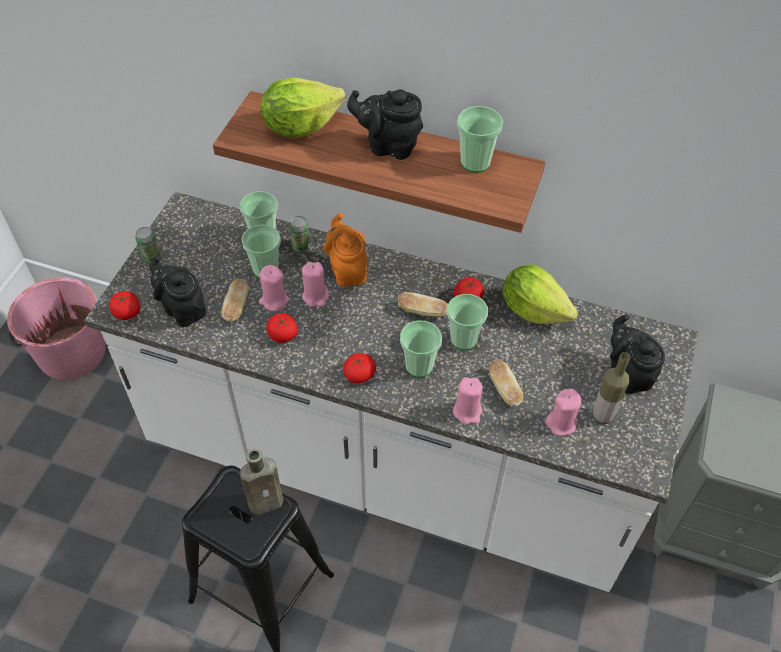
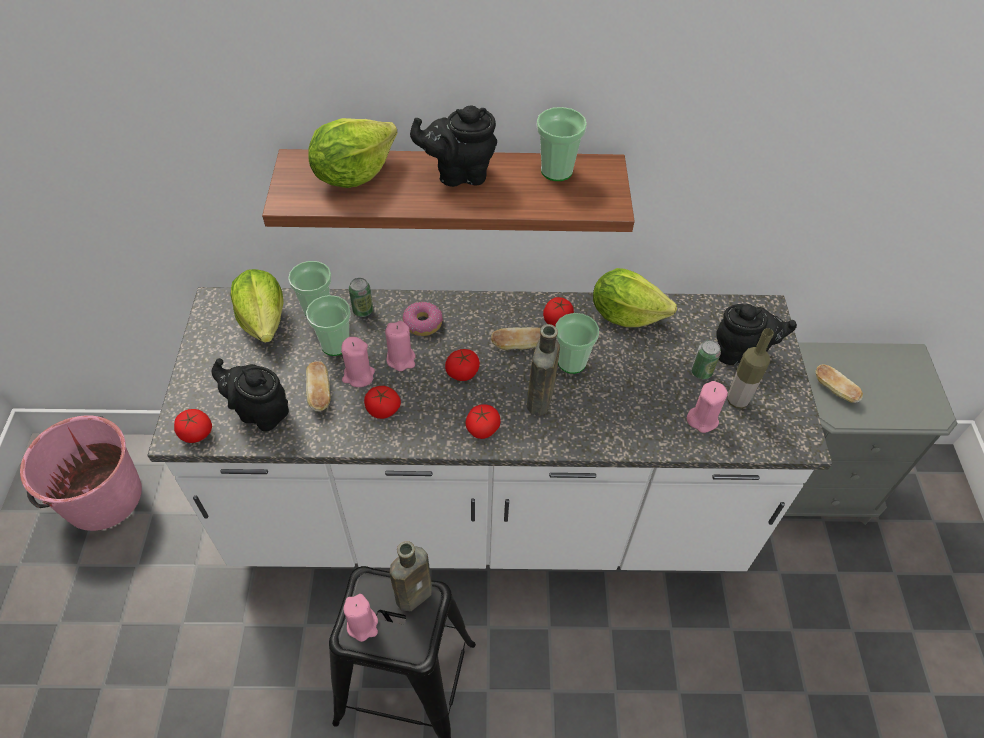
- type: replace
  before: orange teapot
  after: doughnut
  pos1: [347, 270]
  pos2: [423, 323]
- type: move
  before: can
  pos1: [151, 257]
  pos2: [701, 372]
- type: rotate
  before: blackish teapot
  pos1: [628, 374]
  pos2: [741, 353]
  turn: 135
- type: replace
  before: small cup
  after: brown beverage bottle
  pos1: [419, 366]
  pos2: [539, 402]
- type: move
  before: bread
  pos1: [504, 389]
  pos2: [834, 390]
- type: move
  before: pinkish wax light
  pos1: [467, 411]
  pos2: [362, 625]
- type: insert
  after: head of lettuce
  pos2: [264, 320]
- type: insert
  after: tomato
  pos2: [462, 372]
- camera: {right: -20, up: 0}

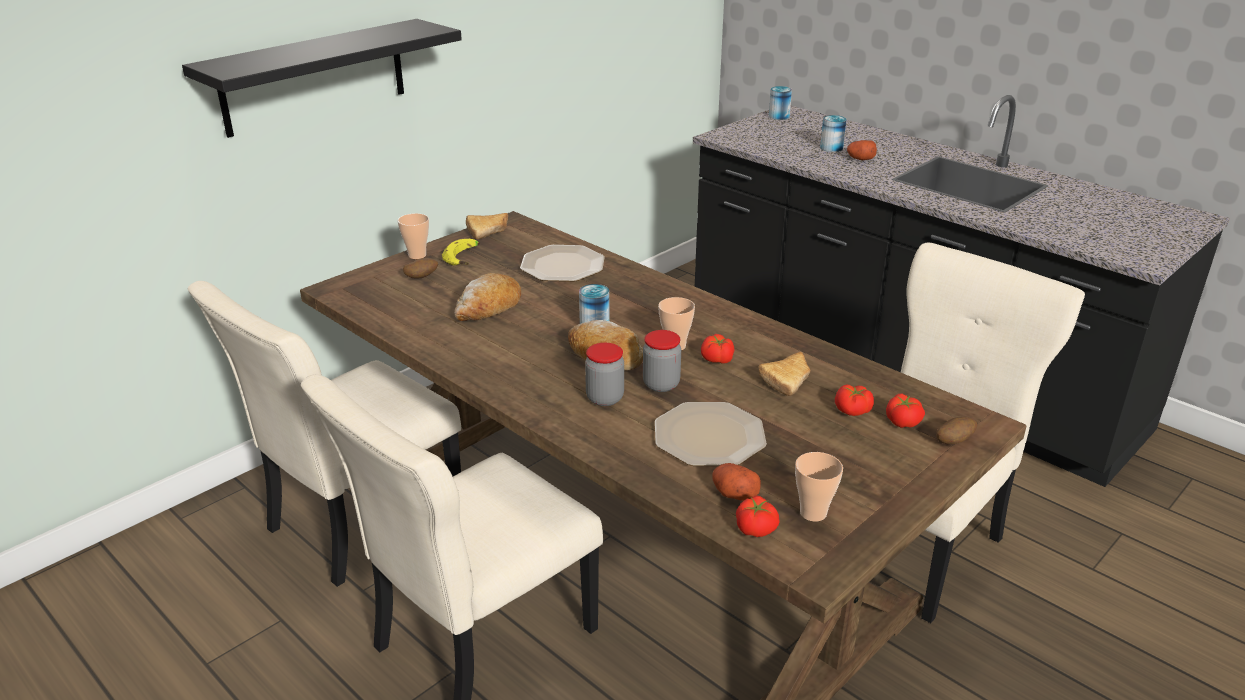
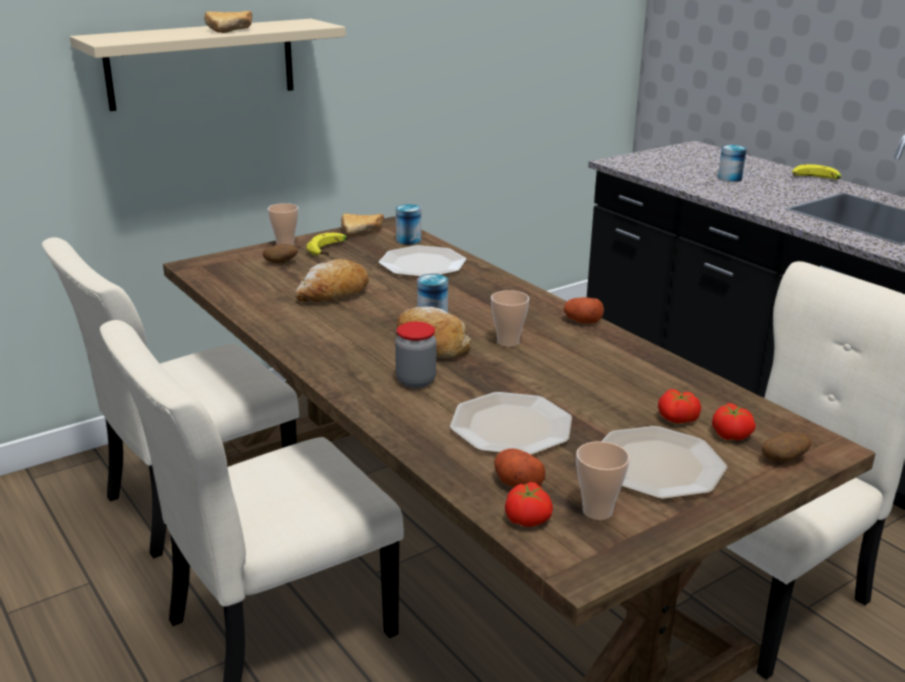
- type: recolor
  before: blackish bracket shelf
  after: beige-coloured bracket shelf
  pos1: [314, 77]
  pos2: [202, 63]
- type: move
  before: can
  pos1: [779, 116]
  pos2: [408, 240]
- type: move
  before: whole potato
  pos1: [860, 159]
  pos2: [582, 321]
- type: delete
  before: preserve jar
  pos1: [661, 384]
- type: delete
  before: tomato
  pos1: [717, 359]
- type: move
  before: bread
  pos1: [788, 380]
  pos2: [232, 30]
- type: insert
  after: banana
  pos2: [815, 180]
- type: insert
  after: dinner plate
  pos2: [656, 465]
- camera: {right: 10, up: -5}

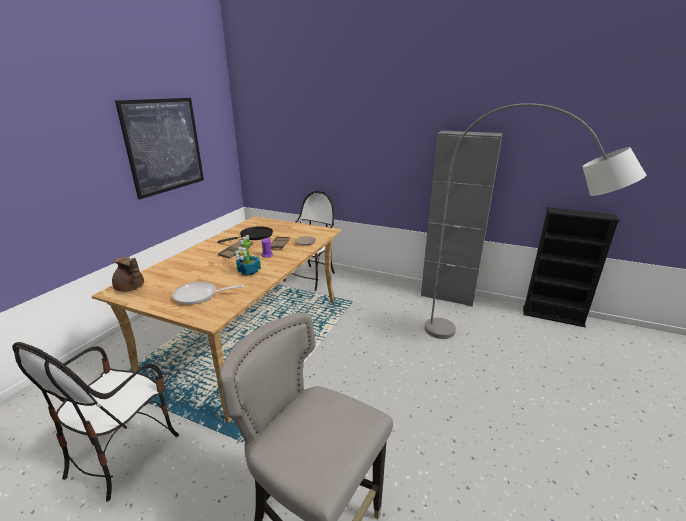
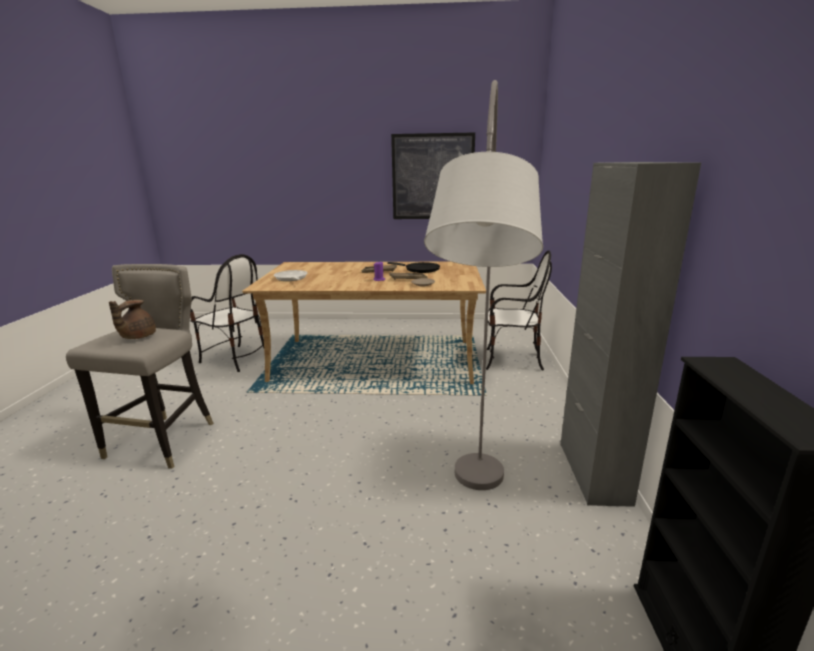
- type: delete
  before: potted plant
  pos1: [248, 271]
- type: move
  before: brown teapot
  pos1: [130, 288]
  pos2: [137, 337]
- type: rotate
  before: plain chair
  pos1: [123, 452]
  pos2: [235, 359]
  turn: -150
- camera: {right: 70, up: -5}

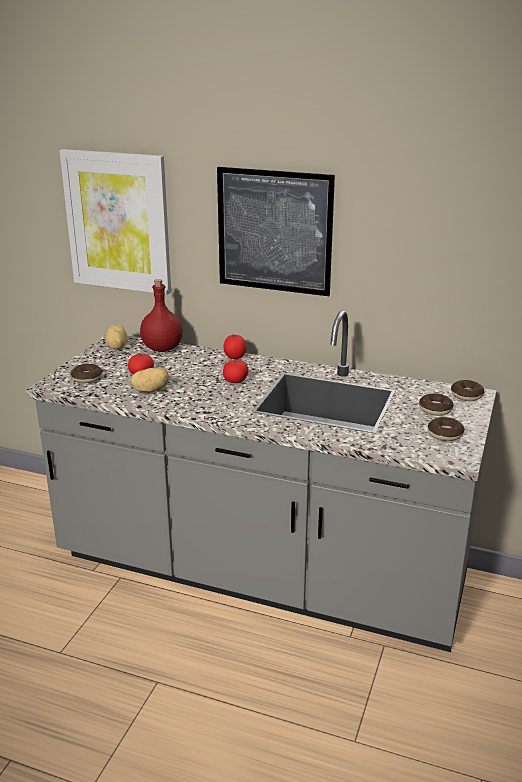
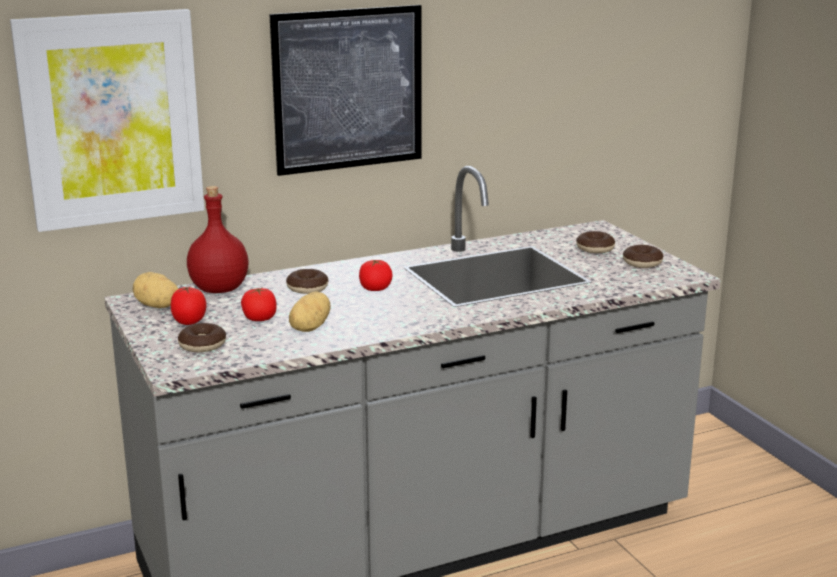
- type: move
  before: tomato
  pos1: [234, 358]
  pos2: [189, 323]
- type: move
  before: doughnut
  pos1: [466, 395]
  pos2: [307, 288]
- camera: {right: -45, up: -5}

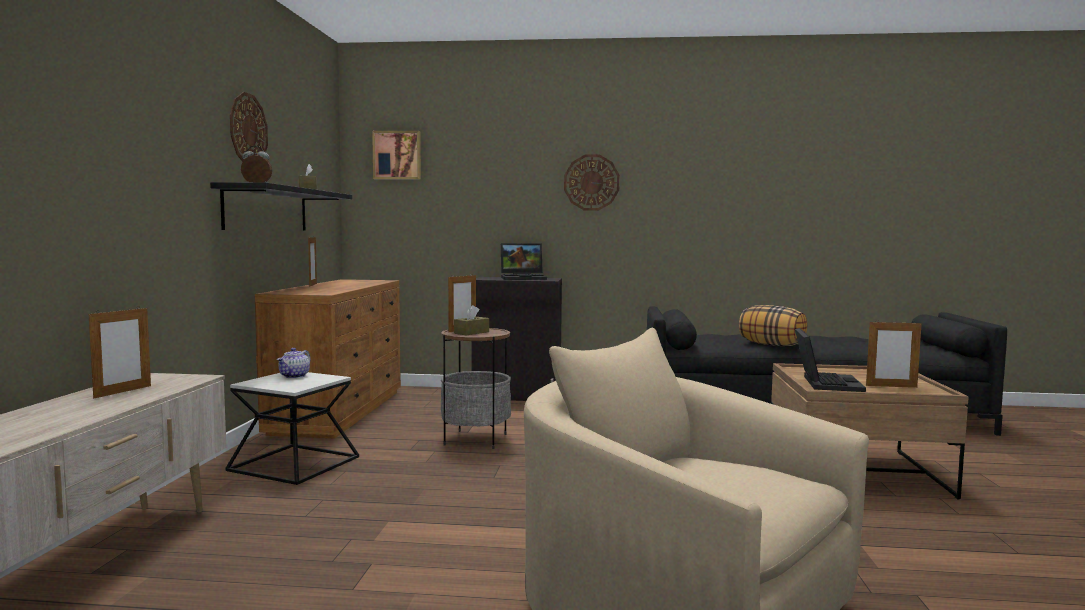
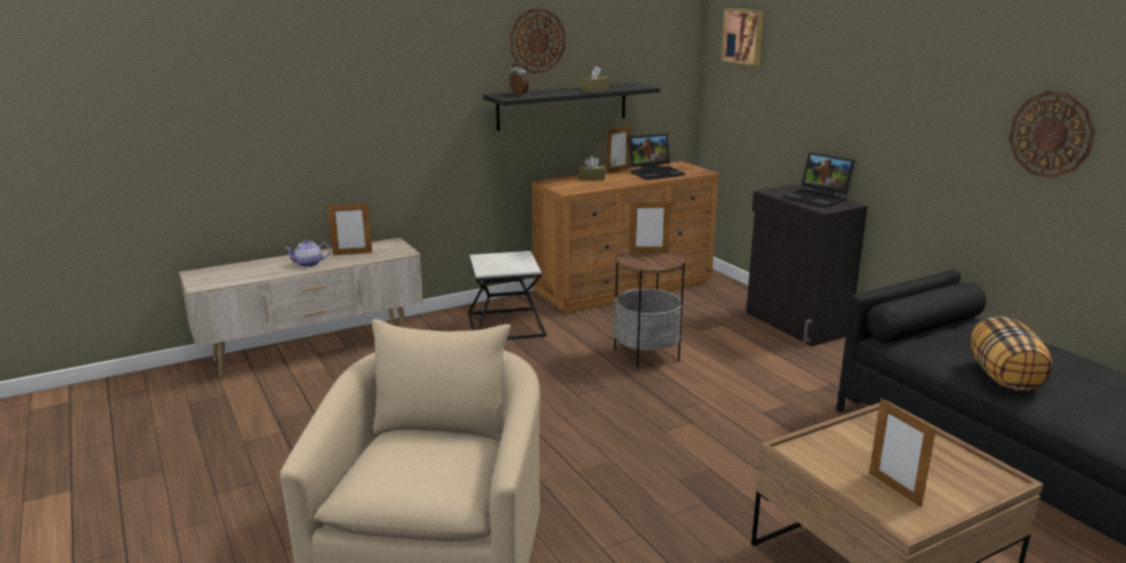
- type: move
  before: clock on the wall
  pos1: [591, 182]
  pos2: [1051, 134]
- type: move
  before: brown tissue box
  pos1: [471, 332]
  pos2: [591, 178]
- type: move
  before: portable computer
  pos1: [824, 383]
  pos2: [656, 172]
- type: move
  before: teapot
  pos1: [294, 376]
  pos2: [308, 264]
- camera: {right: 55, up: 15}

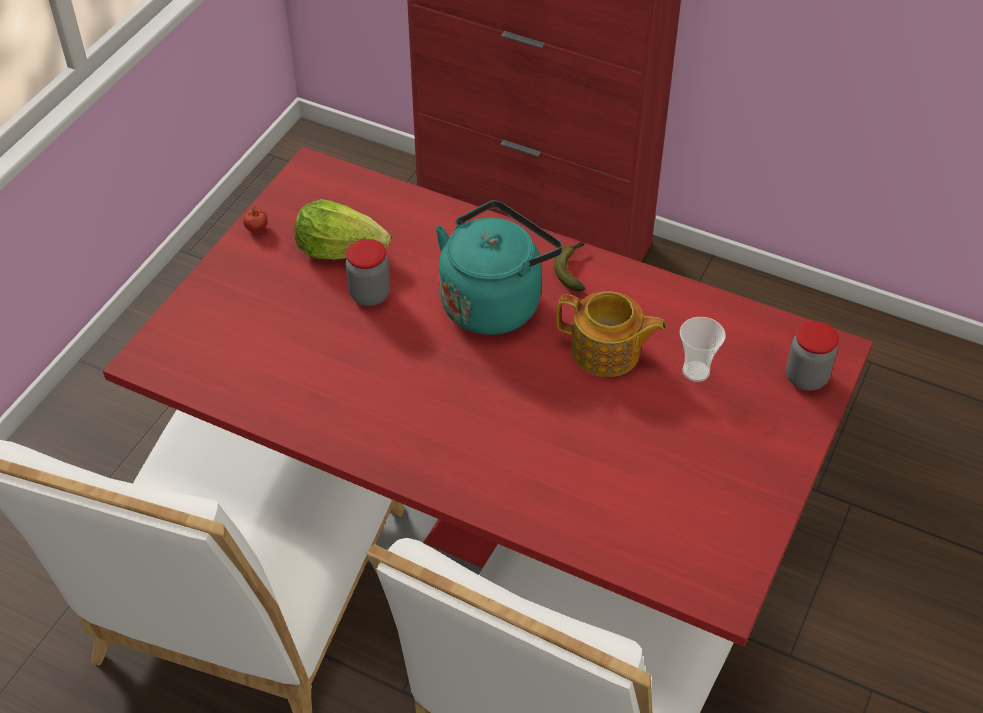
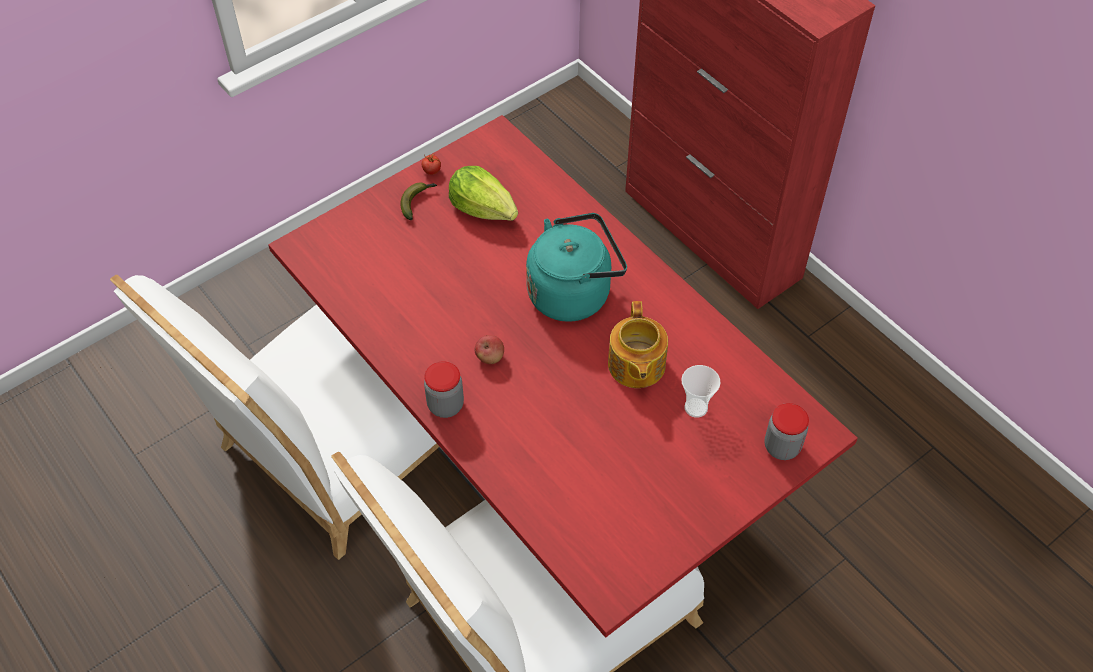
- type: move
  before: preserve jar
  pos1: [370, 294]
  pos2: [445, 405]
- type: move
  before: banana
  pos1: [572, 269]
  pos2: [417, 202]
- type: rotate
  before: teapot
  pos1: [607, 352]
  pos2: [635, 366]
  turn: 45
- type: insert
  after: apple fruit
  pos2: [490, 357]
- camera: {right: 25, up: 5}

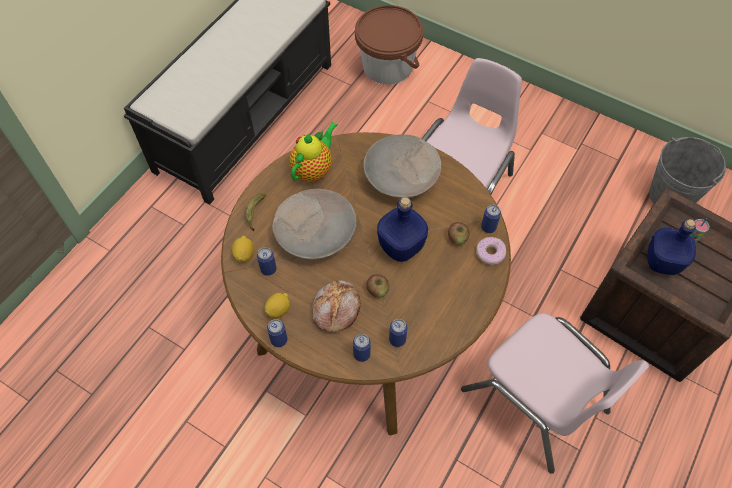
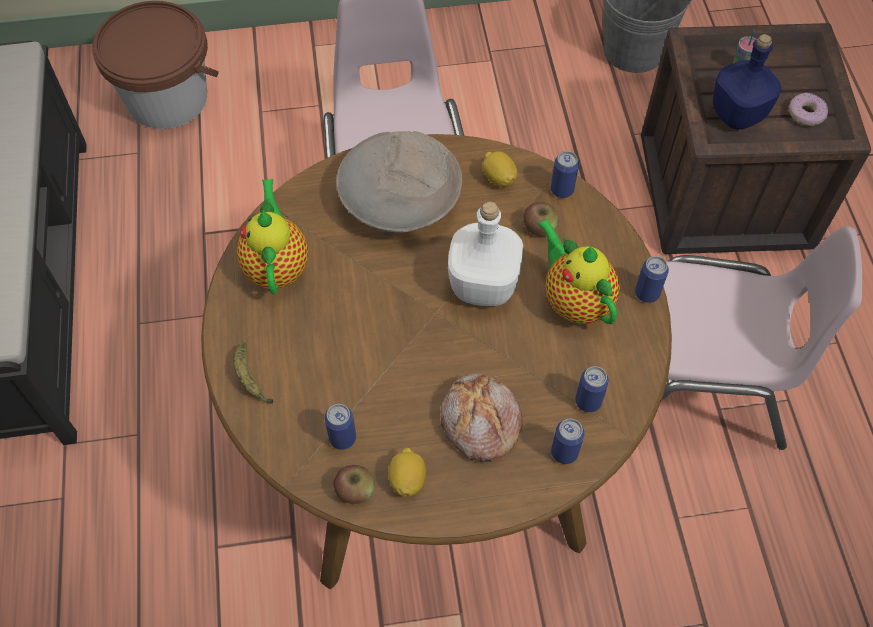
- type: delete
  before: beige-coloured serving bowl
  pos1: [316, 234]
- type: recolor
  before: blue beverage bottle
  after: white-coloured beverage bottle
  pos1: [400, 247]
  pos2: [483, 287]
- type: move
  before: lemon
  pos1: [244, 254]
  pos2: [498, 178]
- type: move
  before: doughnut
  pos1: [490, 253]
  pos2: [806, 114]
- type: move
  before: apple fruit
  pos1: [377, 290]
  pos2: [355, 491]
- type: move
  before: can
  pos1: [279, 340]
  pos2: [647, 293]
- type: insert
  after: teapot
  pos2: [575, 300]
- camera: {right: -40, up: 0}

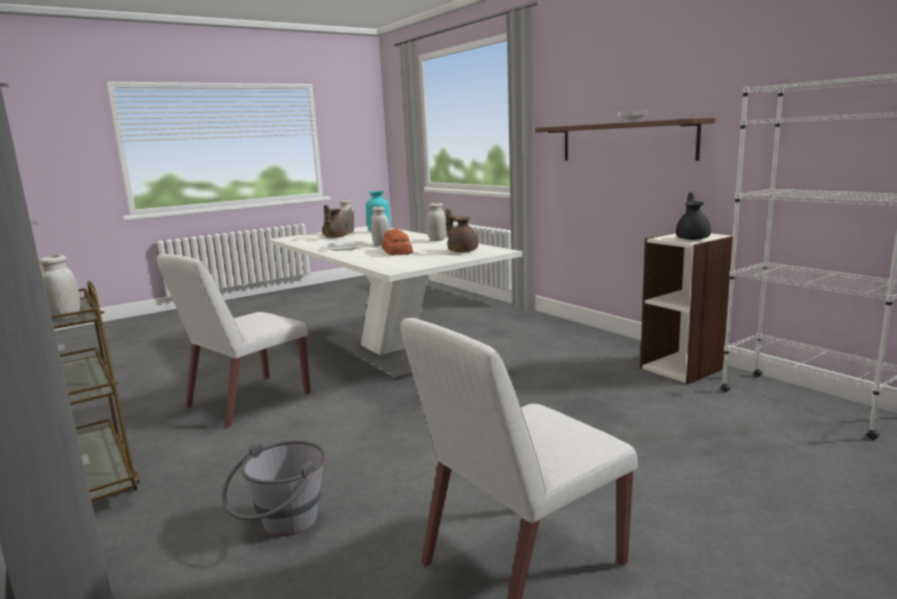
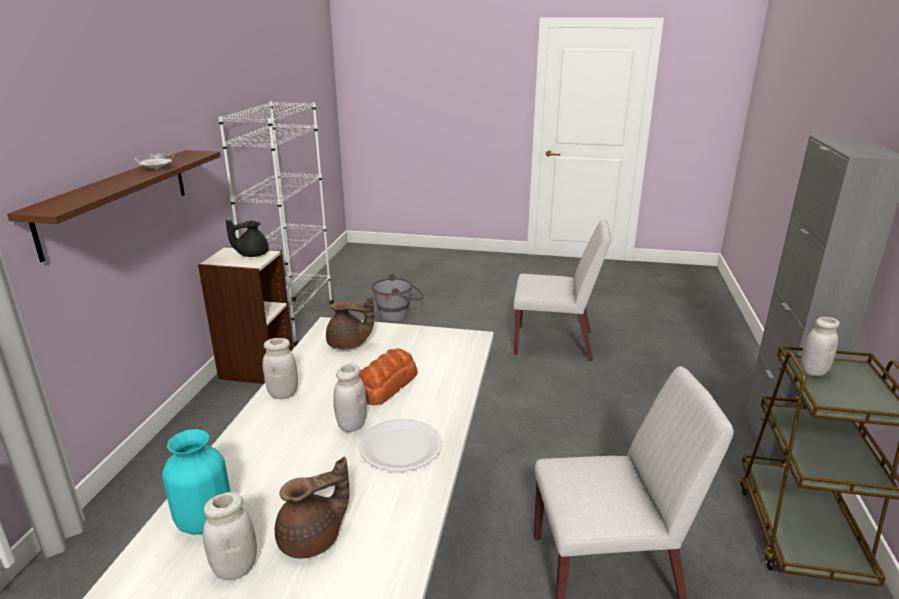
- type: rotate
  before: brown teapot
  pos1: [462, 251]
  pos2: [348, 344]
  turn: -90
- type: move
  before: gray pail
  pos1: [282, 526]
  pos2: [399, 315]
- camera: {right: -135, up: 10}

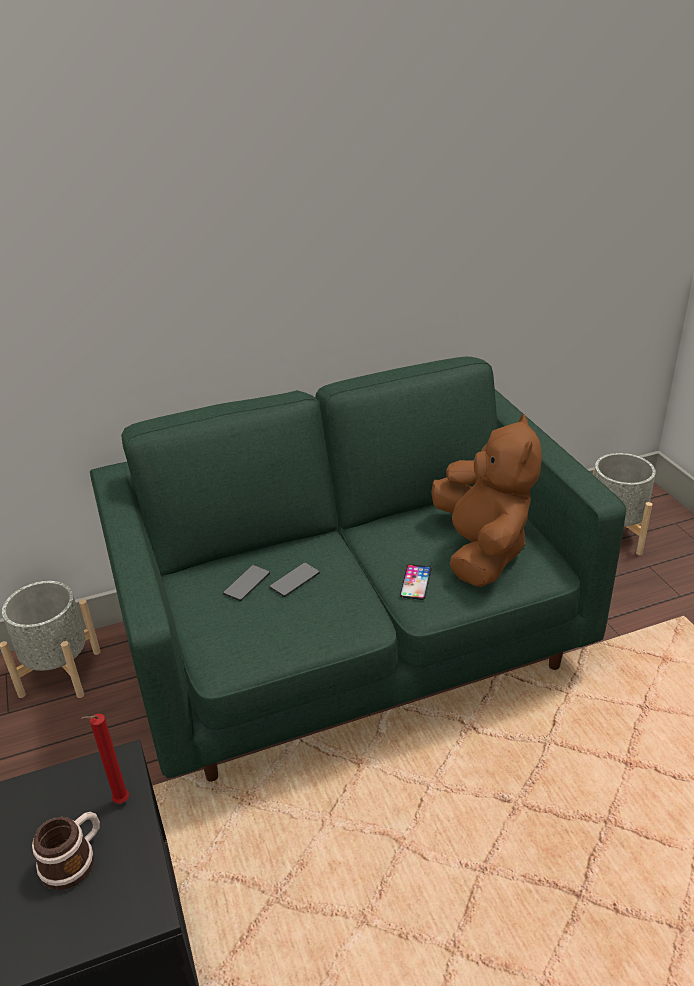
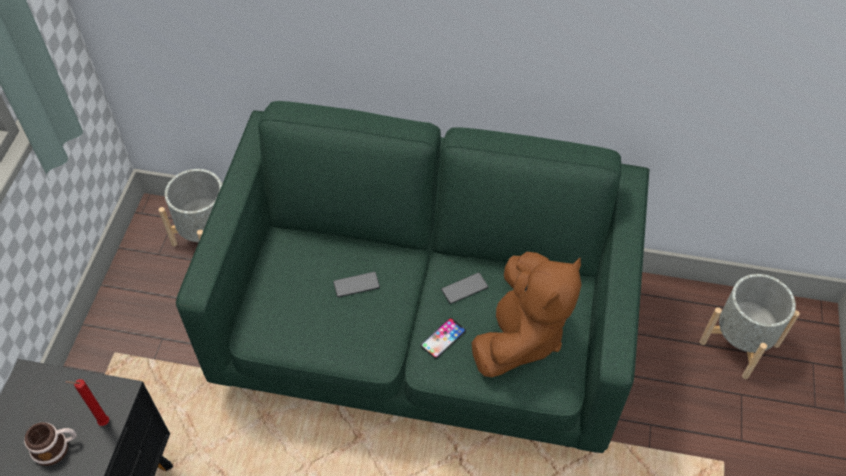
- type: move
  before: telephone
  pos1: [247, 584]
  pos2: [464, 289]
- camera: {right: 30, up: 20}

